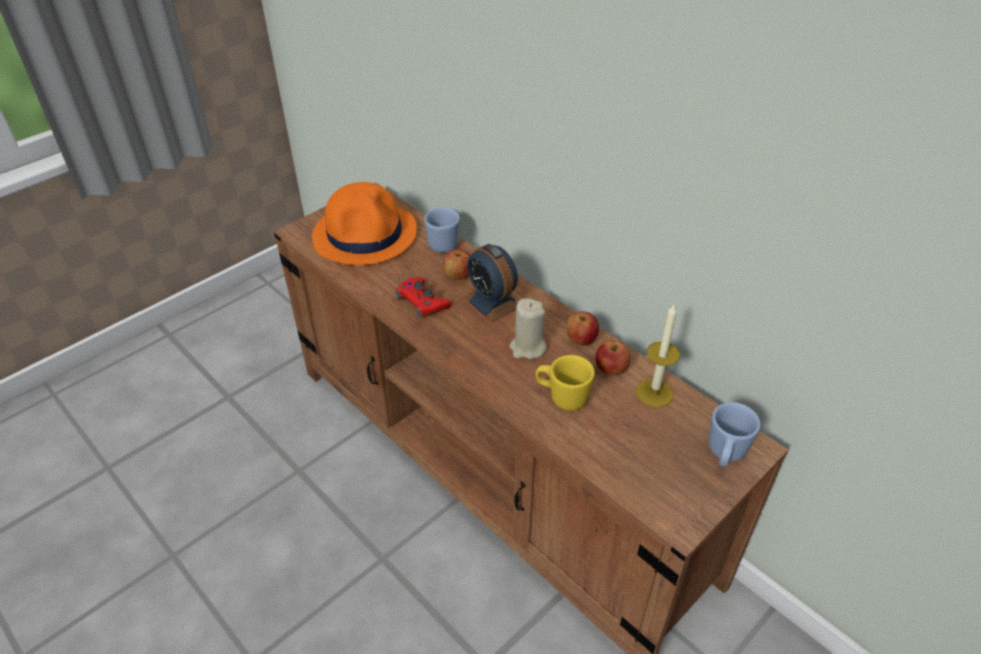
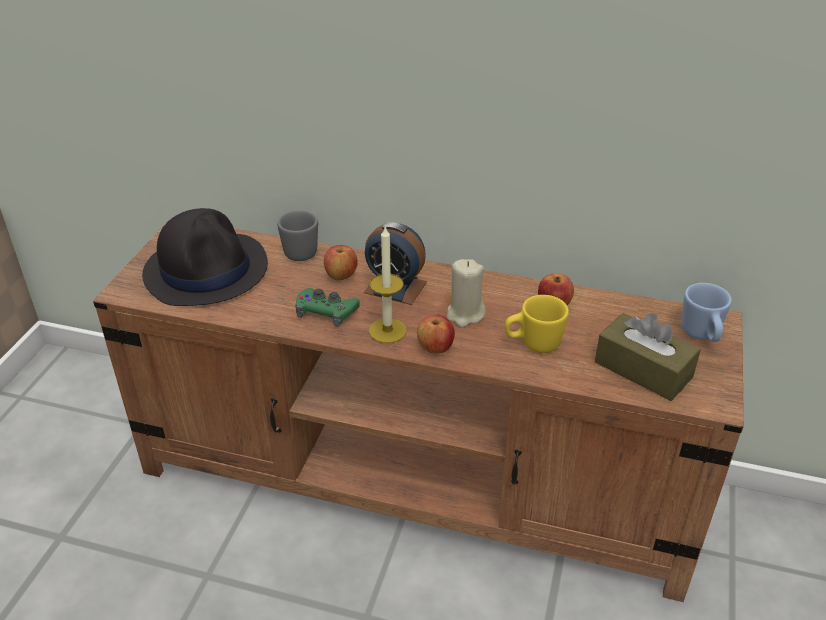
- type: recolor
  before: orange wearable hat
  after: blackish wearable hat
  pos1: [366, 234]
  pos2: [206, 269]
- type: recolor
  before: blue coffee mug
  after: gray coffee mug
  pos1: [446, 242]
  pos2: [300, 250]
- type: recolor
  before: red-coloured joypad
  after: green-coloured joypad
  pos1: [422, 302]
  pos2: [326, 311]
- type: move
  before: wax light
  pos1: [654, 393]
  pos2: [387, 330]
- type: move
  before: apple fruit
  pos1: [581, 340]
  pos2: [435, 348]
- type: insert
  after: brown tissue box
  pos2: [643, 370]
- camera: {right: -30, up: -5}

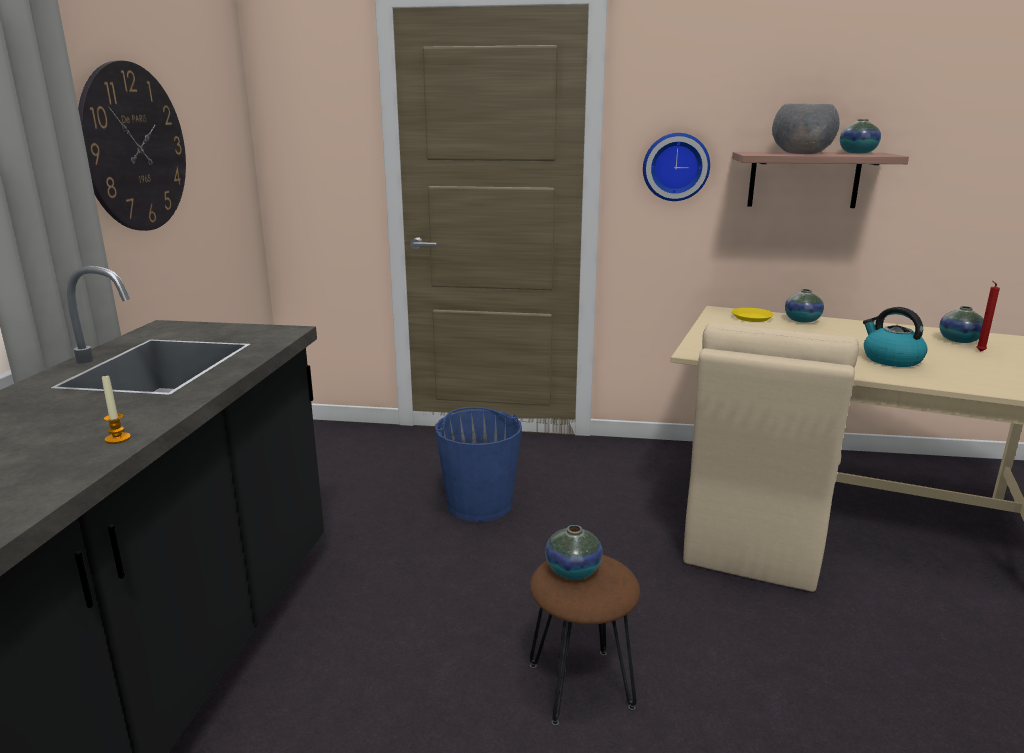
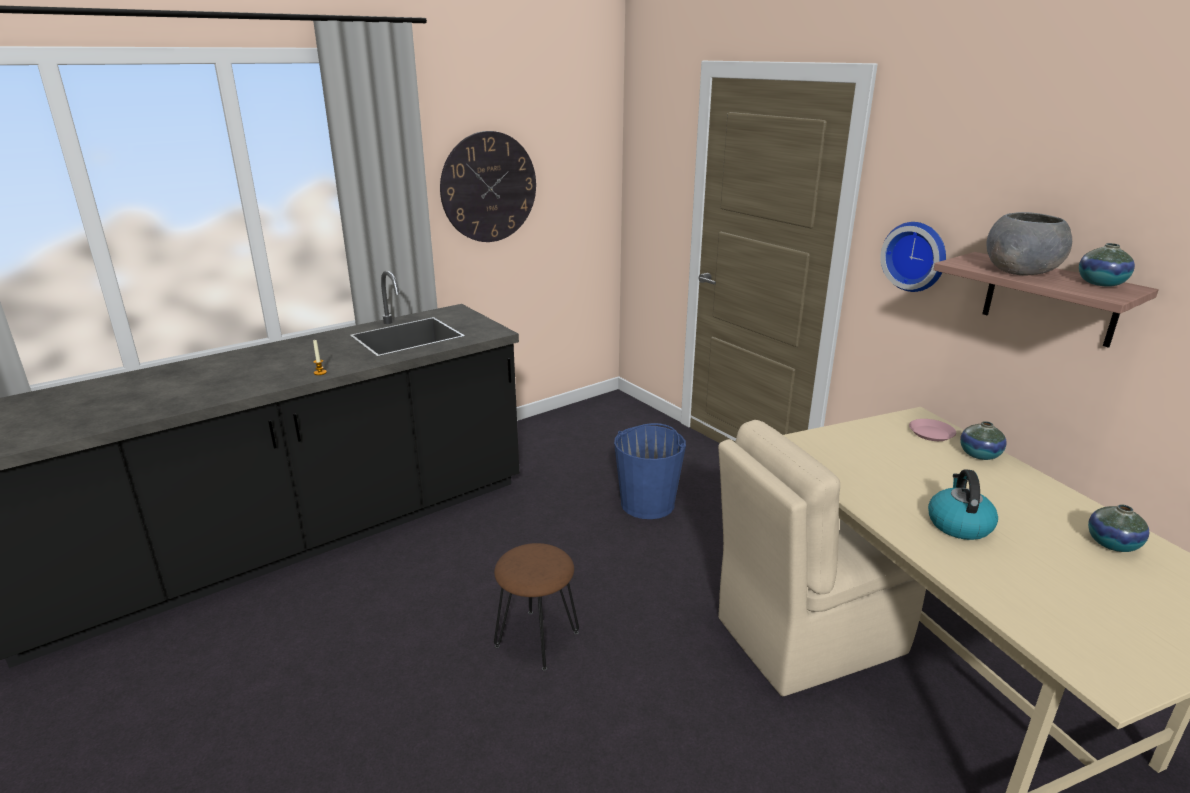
- type: delete
  before: red-coloured wax light
  pos1: [979, 351]
- type: recolor
  before: yellowish dinner plate
  after: pinkish dinner plate
  pos1: [752, 318]
  pos2: [931, 433]
- type: delete
  before: decorative vase
  pos1: [573, 571]
- camera: {right: 45, up: 5}

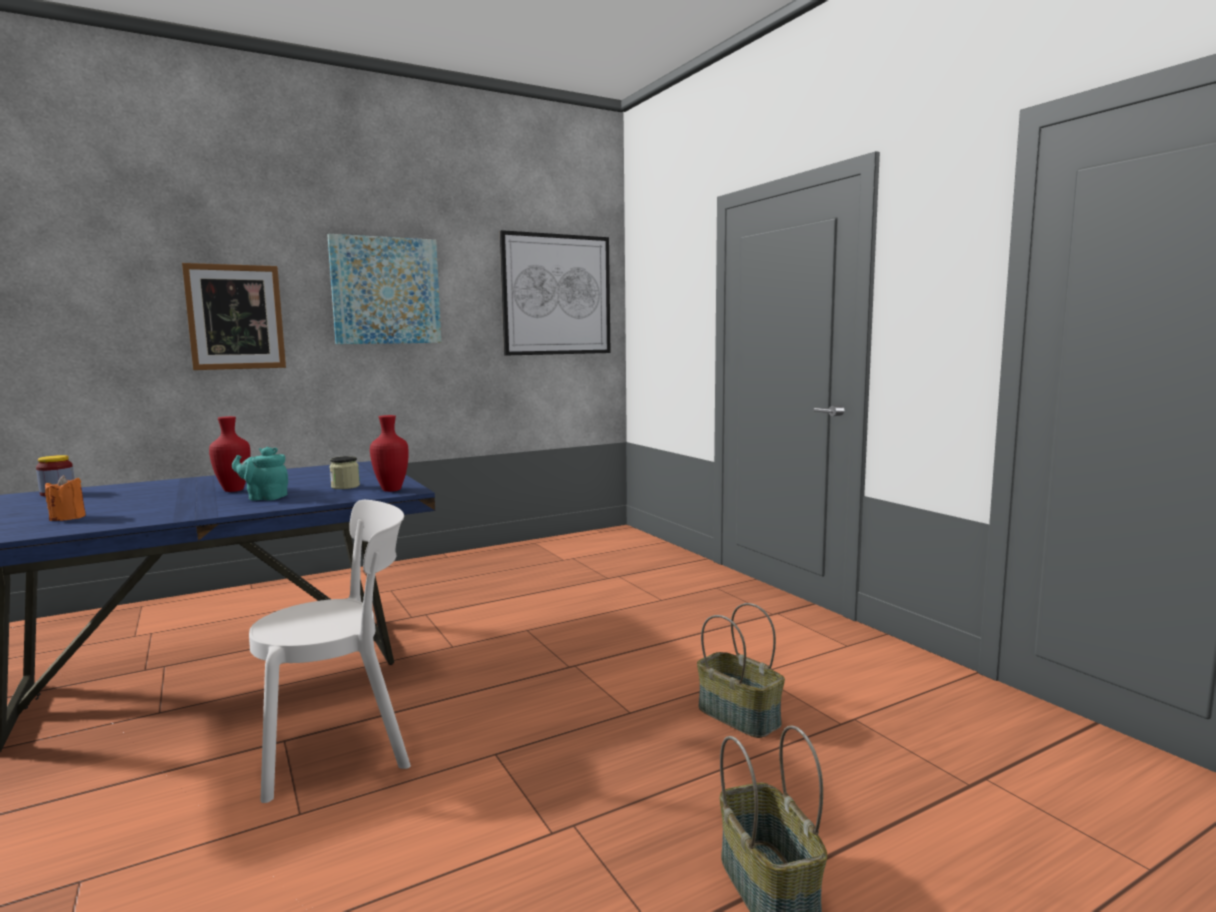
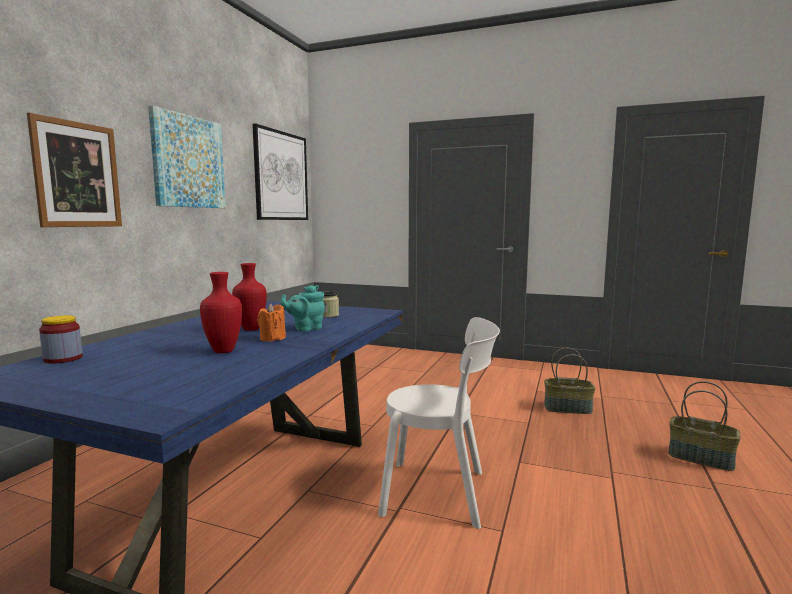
- type: move
  before: red-coloured decorative vase
  pos1: [393, 490]
  pos2: [224, 351]
- type: move
  before: orange wax light
  pos1: [68, 518]
  pos2: [272, 338]
- type: rotate
  before: white-coloured plain chair
  pos1: [343, 745]
  pos2: [440, 493]
  turn: 75
- camera: {right: -40, up: 0}

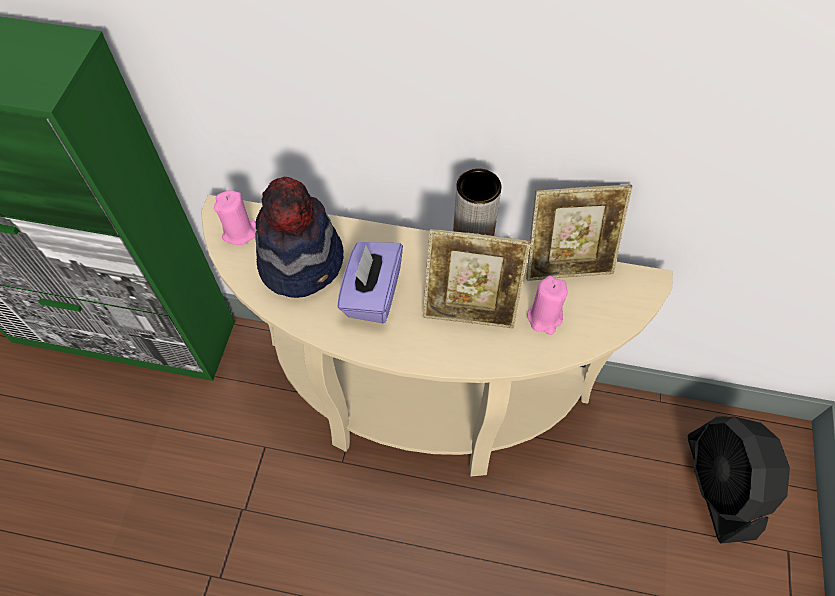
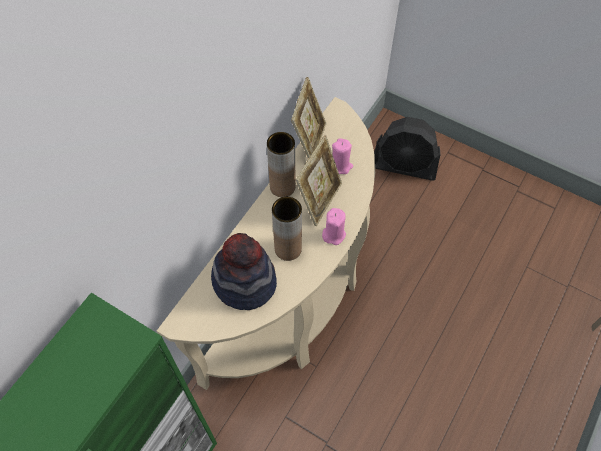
- type: move
  before: pinkish wax light
  pos1: [240, 232]
  pos2: [333, 234]
- type: replace
  before: purple tissue box
  after: brown decorative vase
  pos1: [372, 294]
  pos2: [288, 249]
- camera: {right: -70, up: 0}

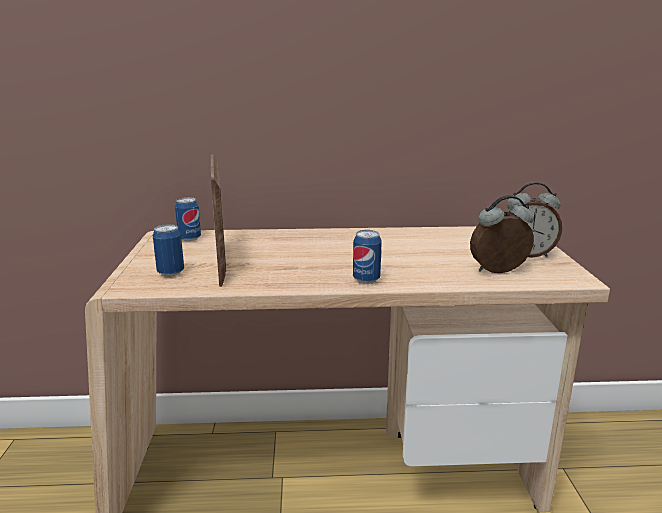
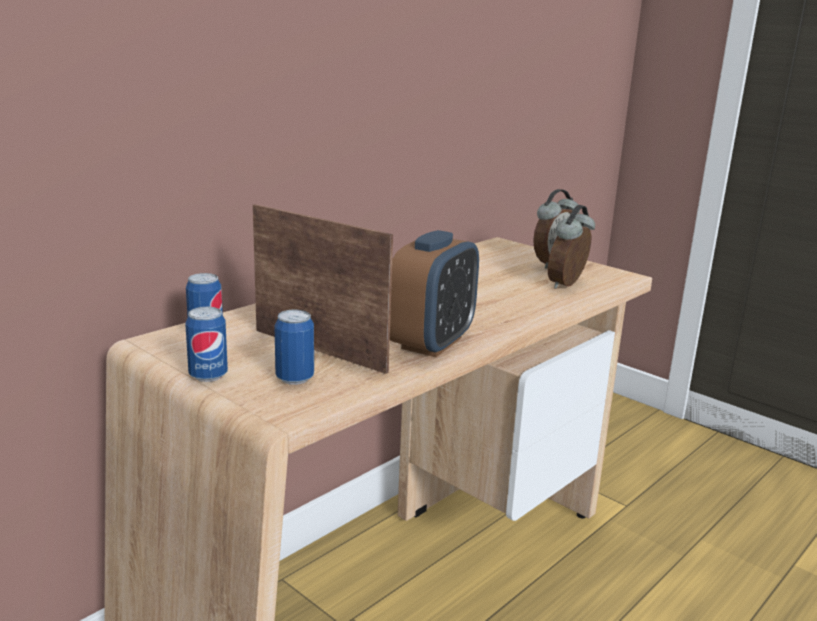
- type: move
  before: can
  pos1: [366, 279]
  pos2: [208, 376]
- type: insert
  after: table clock
  pos2: [432, 343]
- camera: {right: -45, up: 0}

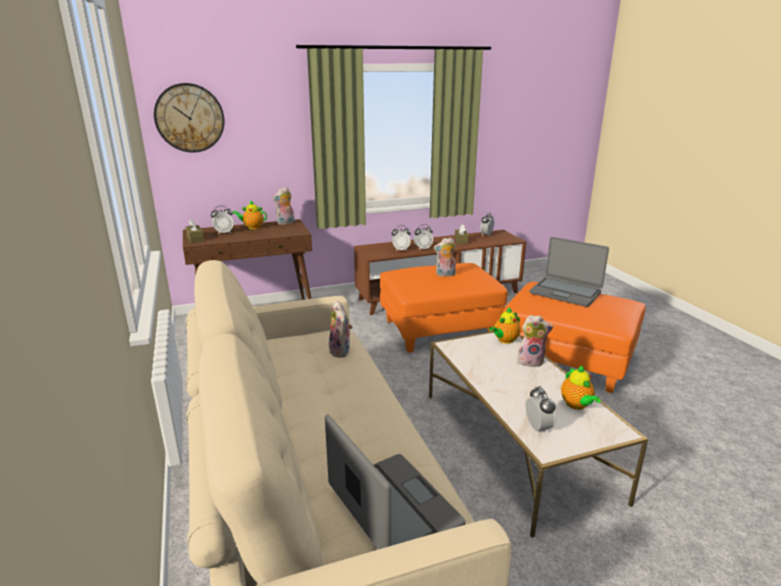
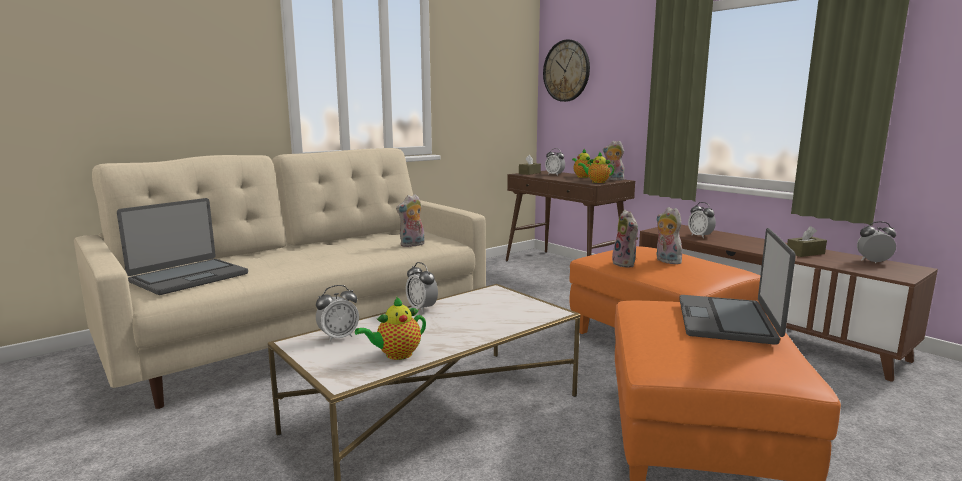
- type: move
  before: table clock
  pos1: [423, 249]
  pos2: [422, 308]
- type: move
  before: teapot
  pos1: [504, 340]
  pos2: [596, 182]
- type: move
  before: plush toy
  pos1: [531, 361]
  pos2: [625, 264]
- camera: {right: 70, up: -10}

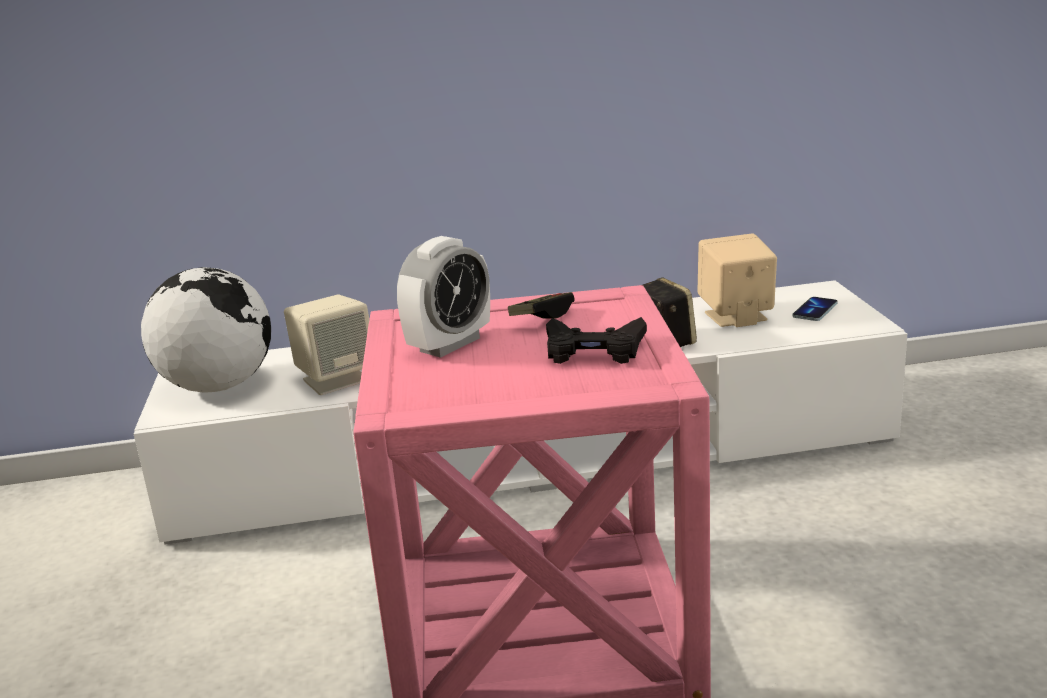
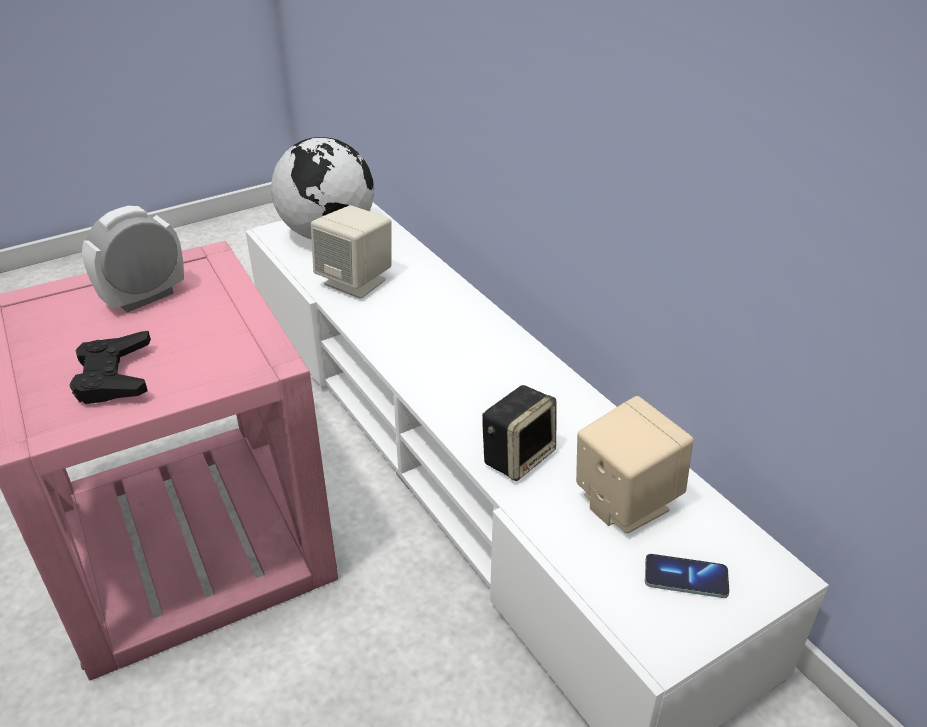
- type: rotate
  before: table clock
  pos1: [449, 344]
  pos2: [145, 298]
  turn: 120
- type: delete
  before: joypad
  pos1: [542, 316]
- camera: {right: 65, up: 15}

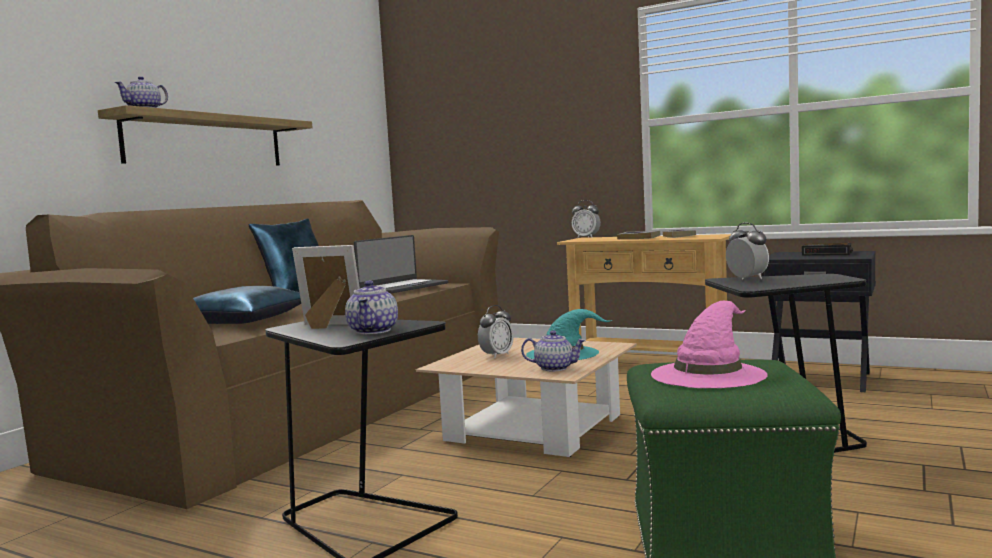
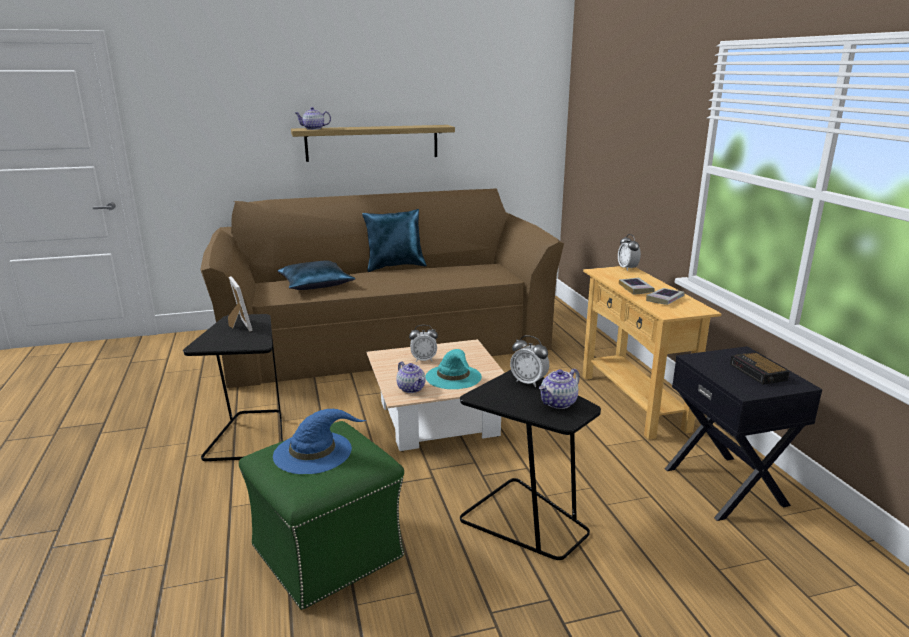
- type: rotate
  before: table clock
  pos1: [747, 279]
  pos2: [528, 382]
  turn: 105
- type: delete
  before: portable computer
  pos1: [402, 287]
- type: move
  before: teapot
  pos1: [374, 331]
  pos2: [558, 403]
- type: recolor
  before: pinkish wearable hat
  after: blue wearable hat
  pos1: [708, 374]
  pos2: [314, 452]
- camera: {right: 45, up: 15}

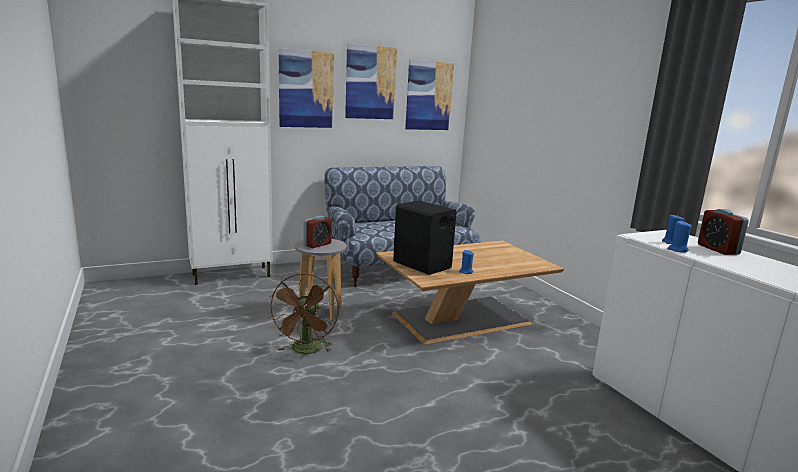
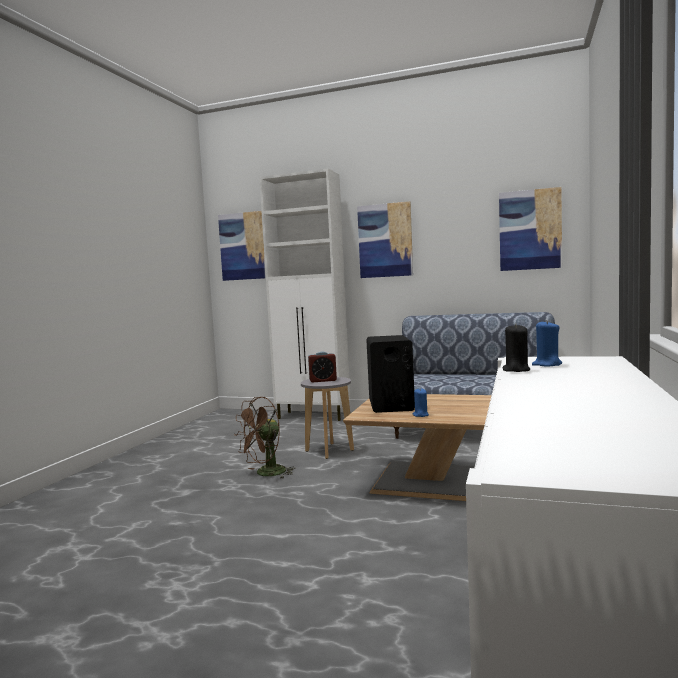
- type: move
  before: wall picture
  pos1: [370, 82]
  pos2: [243, 246]
- type: delete
  before: table clock
  pos1: [718, 249]
- type: recolor
  before: blue wax light
  after: blackish wax light
  pos1: [677, 250]
  pos2: [516, 370]
- camera: {right: 45, up: -10}

